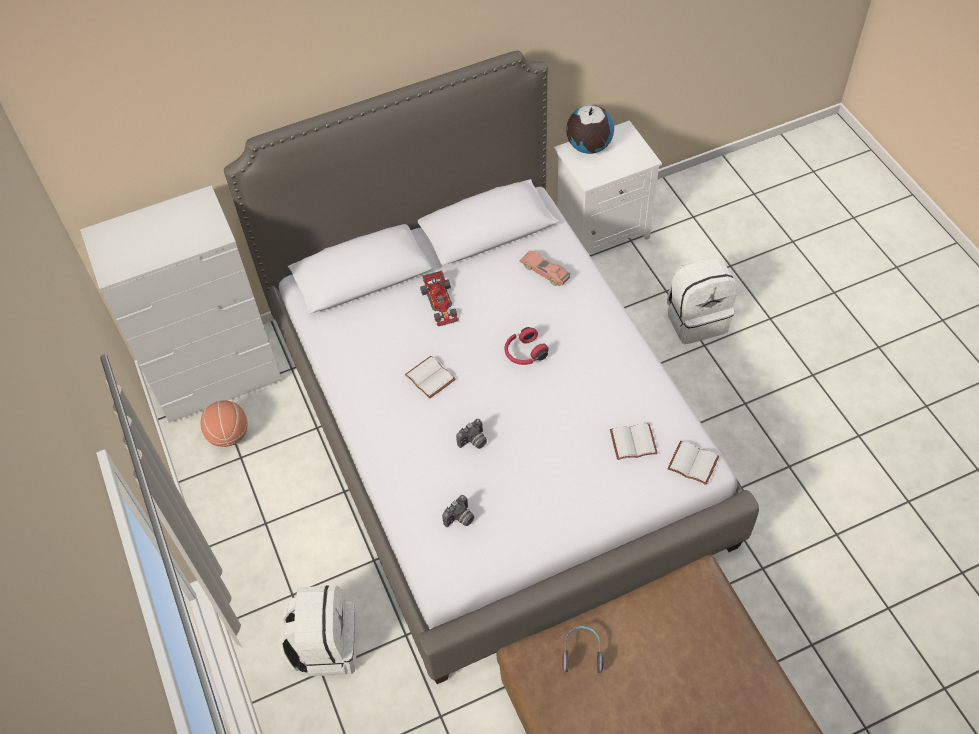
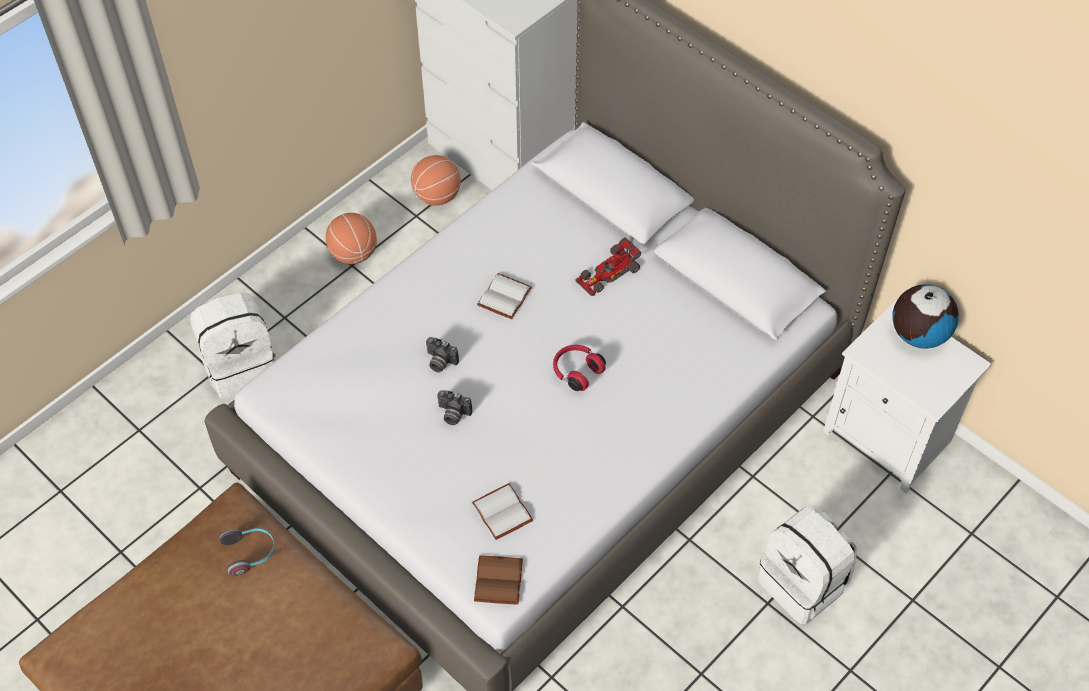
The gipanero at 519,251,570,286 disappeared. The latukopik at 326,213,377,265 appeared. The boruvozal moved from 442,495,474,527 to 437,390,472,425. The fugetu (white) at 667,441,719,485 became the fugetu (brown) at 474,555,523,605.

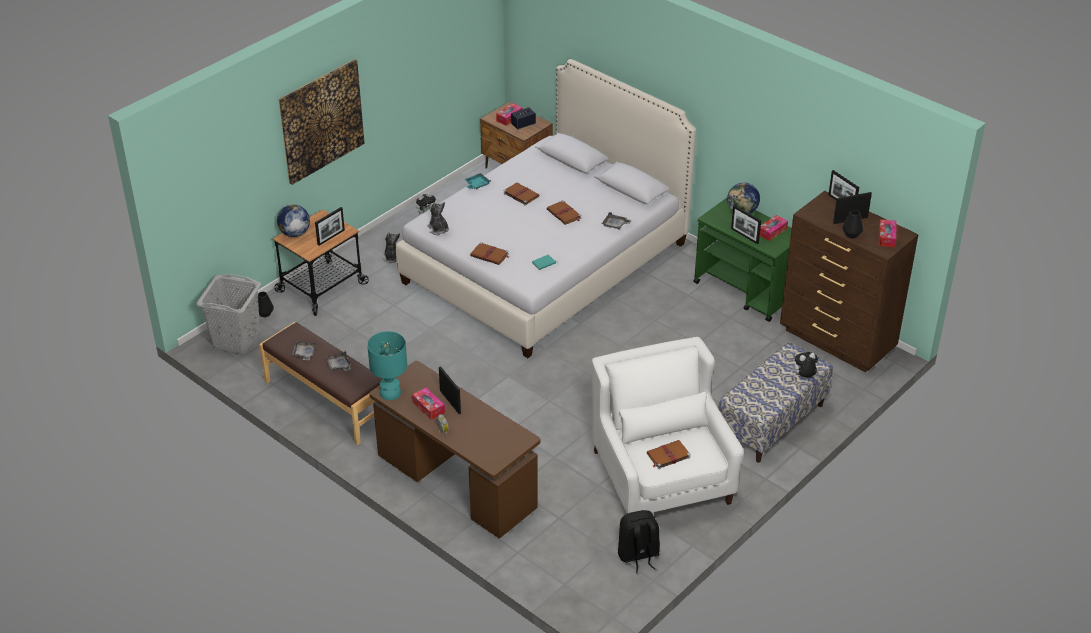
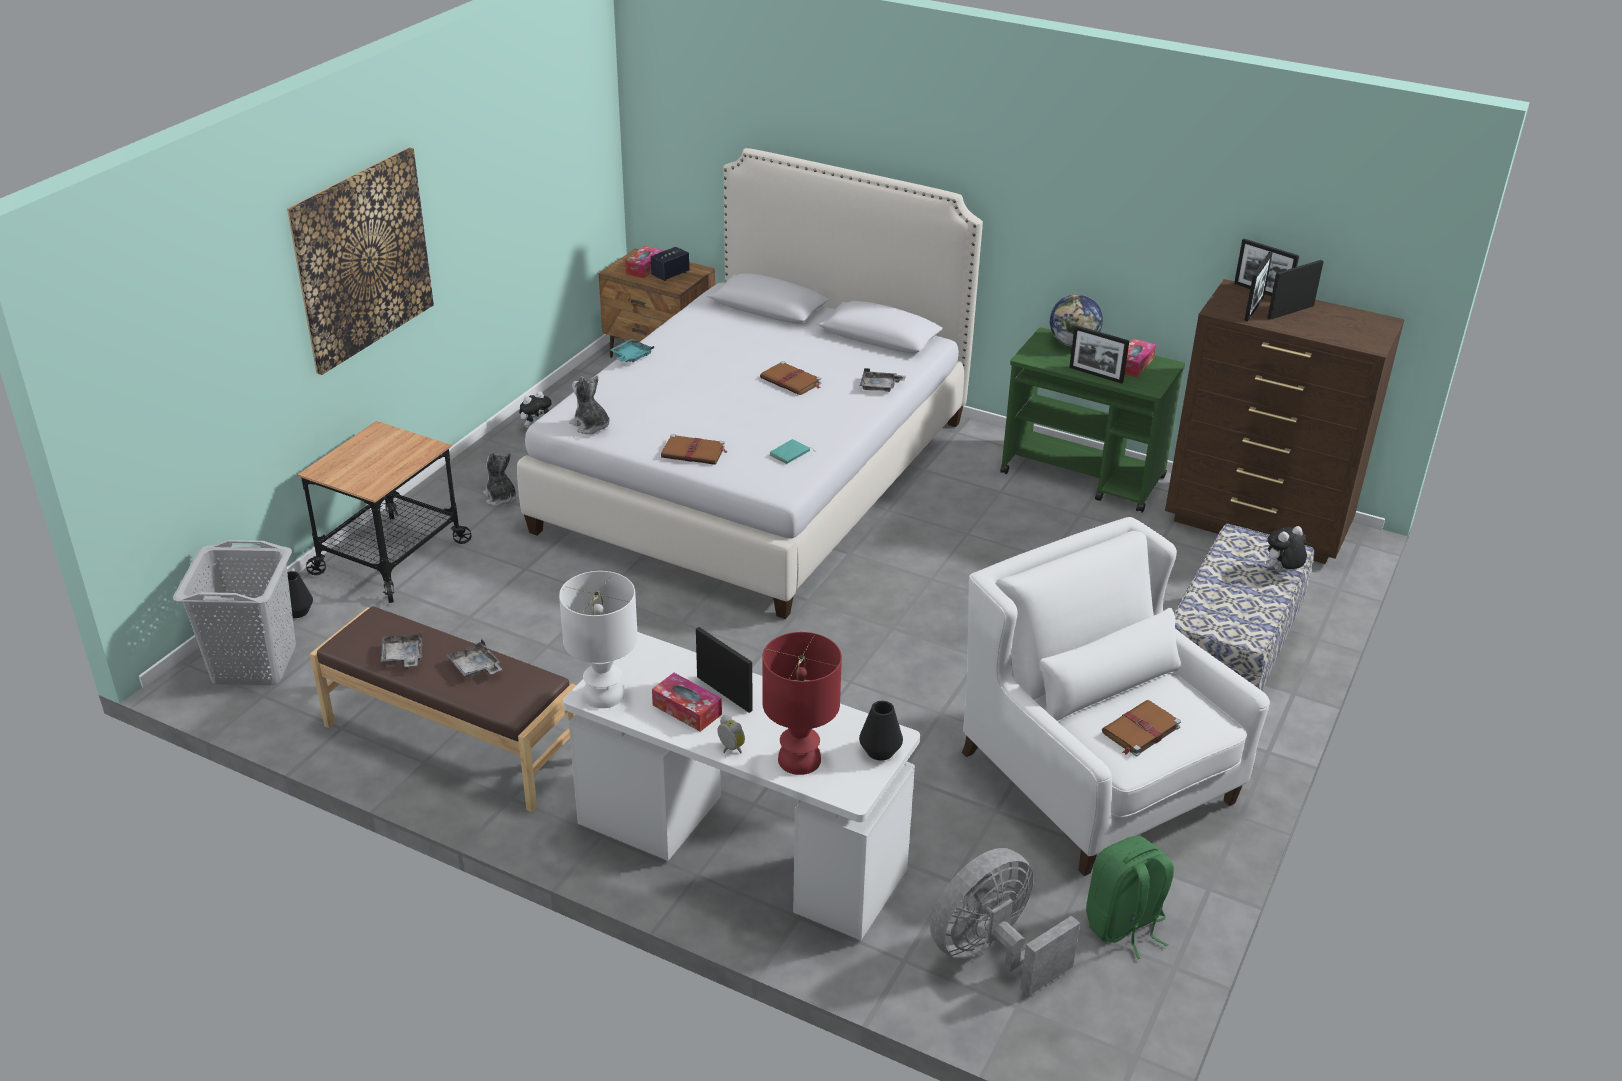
The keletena at 277,204,310,237 disappeared. The fugetu (brown) at 503,183,540,206 disappeared. The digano at 878,219,896,247 disappeared. The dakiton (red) at 762,632,842,775 appeared. The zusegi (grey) at 930,848,1080,996 appeared. The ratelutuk moved from 315,207,345,246 to 1244,252,1272,321. The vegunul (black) moved from 842,210,863,238 to 859,701,903,760. The dakiton (turquoise) at 367,331,407,400 became the dakiton (white) at 559,571,638,708. The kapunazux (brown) at 369,361,540,539 became the kapunazux (white) at 563,632,920,940. The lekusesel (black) at 618,510,660,573 became the lekusesel (green) at 1086,836,1174,959.

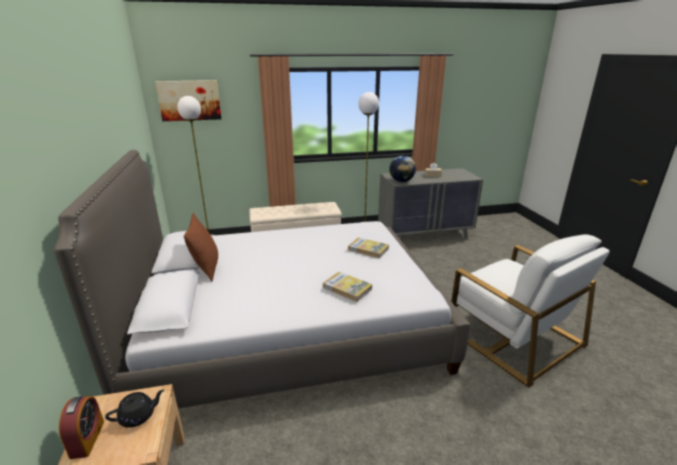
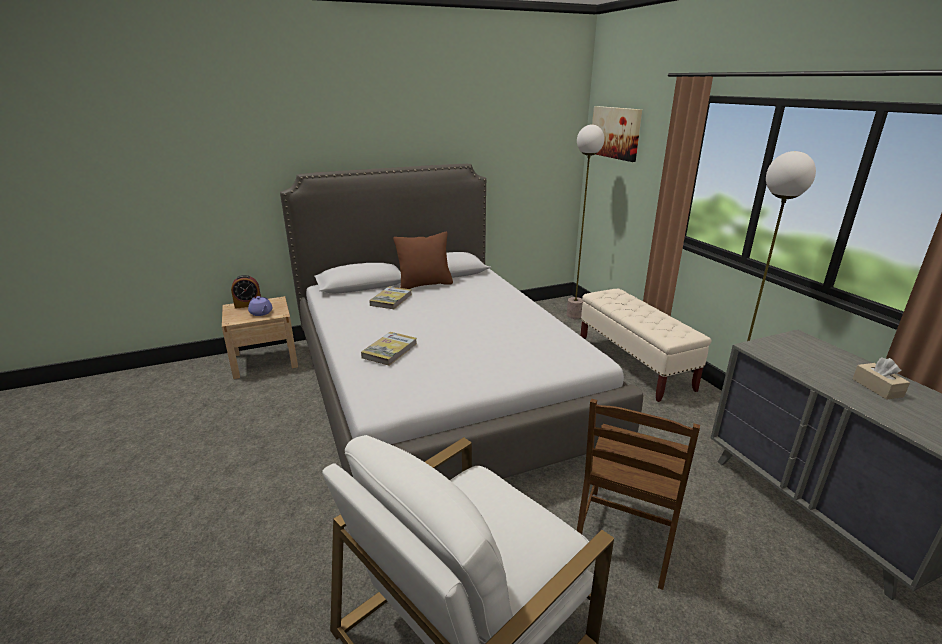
The keletena at 389,156,416,182 disappeared. The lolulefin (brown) at 577,399,700,590 appeared. The fugetu moved from 348,237,389,258 to 369,287,412,309. The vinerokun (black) at 105,390,164,428 became the vinerokun (purple) at 248,296,272,316.

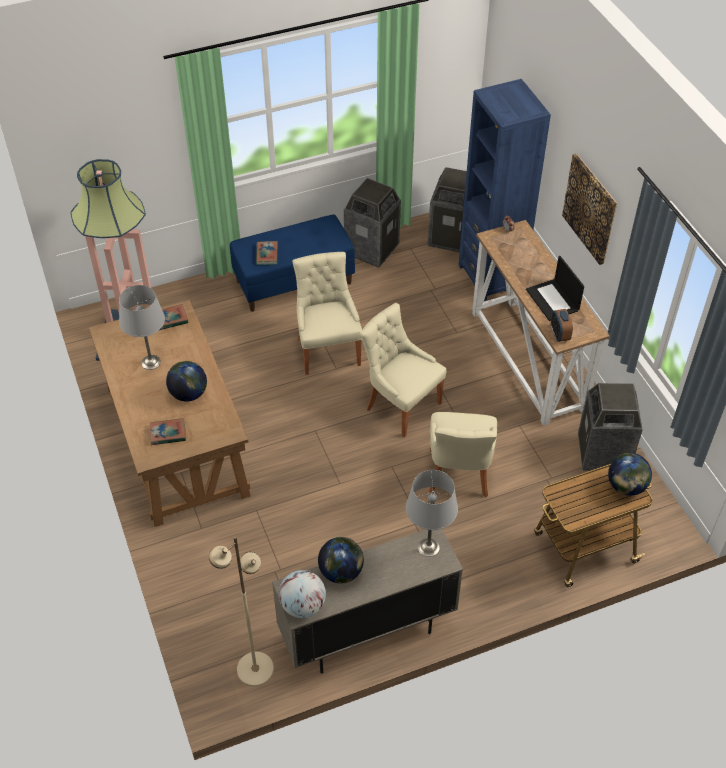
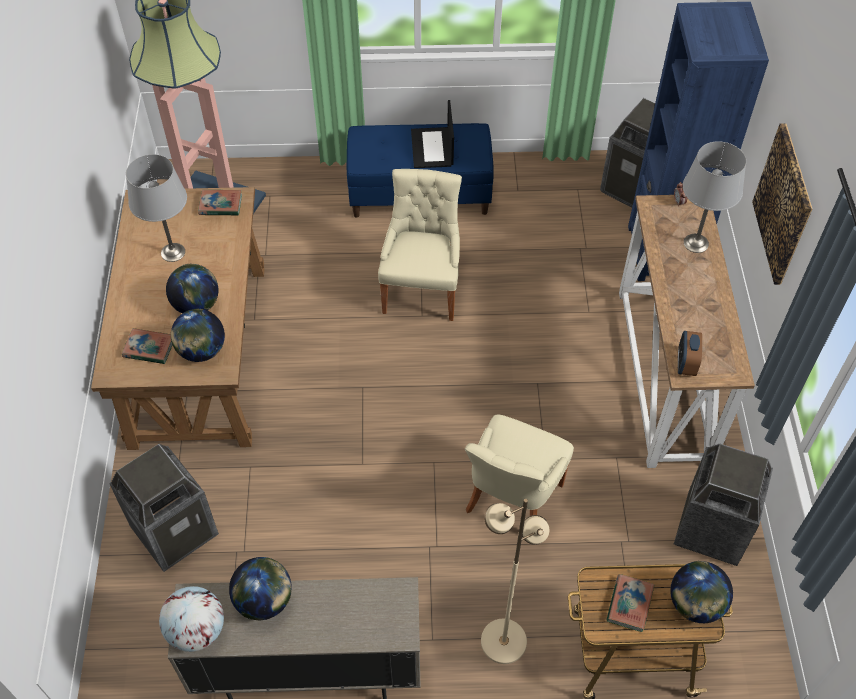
The lolulefin (beige) at 360,303,447,437 disappeared. The keletena at 171,309,225,362 appeared. The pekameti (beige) moved from 209,536,274,687 to 481,499,549,664. The fugetu moved from 256,241,278,265 to 606,574,654,632. The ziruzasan moved from 344,178,401,268 to 109,444,219,572. The dakiton (grey) moved from 406,470,458,557 to 683,141,746,253. The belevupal moved from 526,256,584,321 to 411,100,454,168.

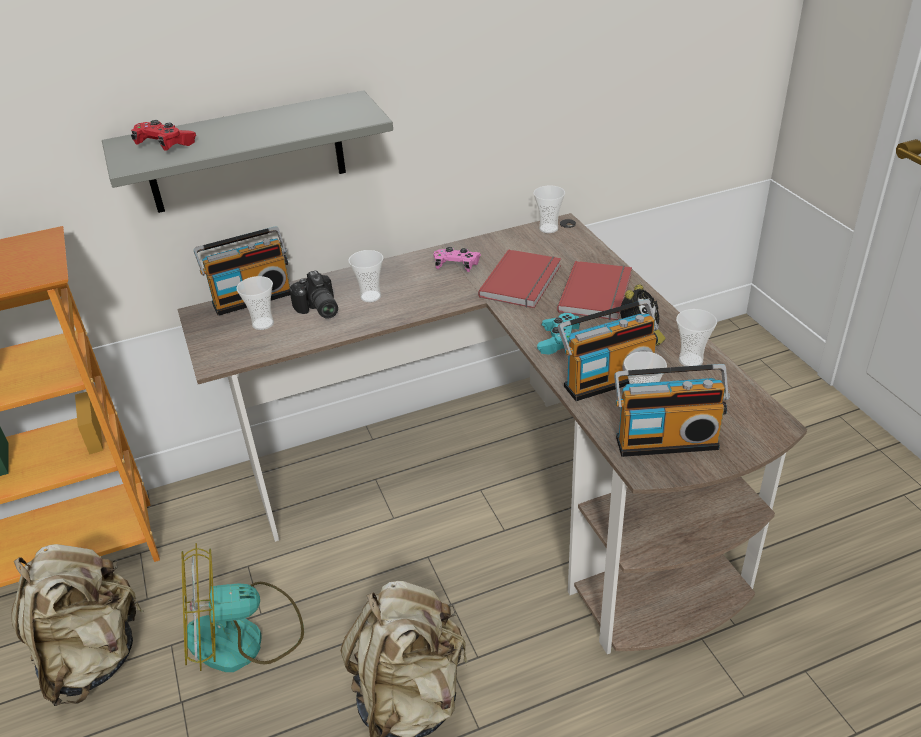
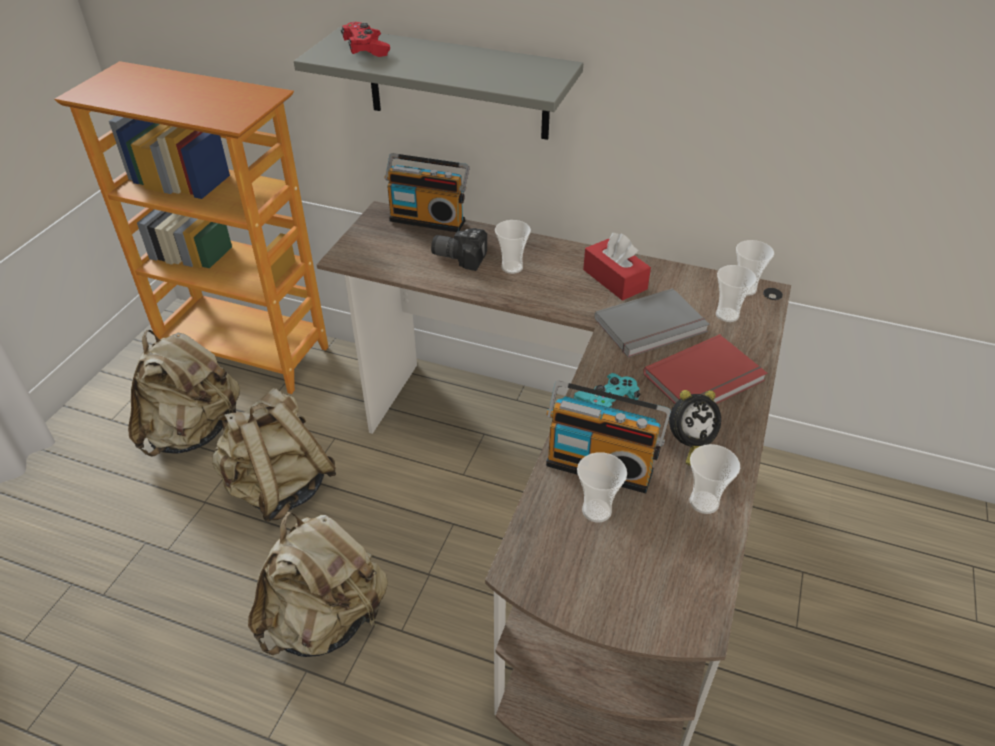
The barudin at 614,364,730,457 disappeared. The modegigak moved from 236,276,274,330 to 716,265,757,322. The zusegi at 182,543,304,672 was replaced by the lekusesel (beige) at 212,388,336,522. The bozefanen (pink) at 433,247,481,272 was replaced by the digano (red) at 583,233,651,301. The fugetu (red) at 478,249,561,308 became the fugetu (grey) at 595,288,709,358. The boruvozal at 289,270,338,319 turned 90 degrees clockwise.

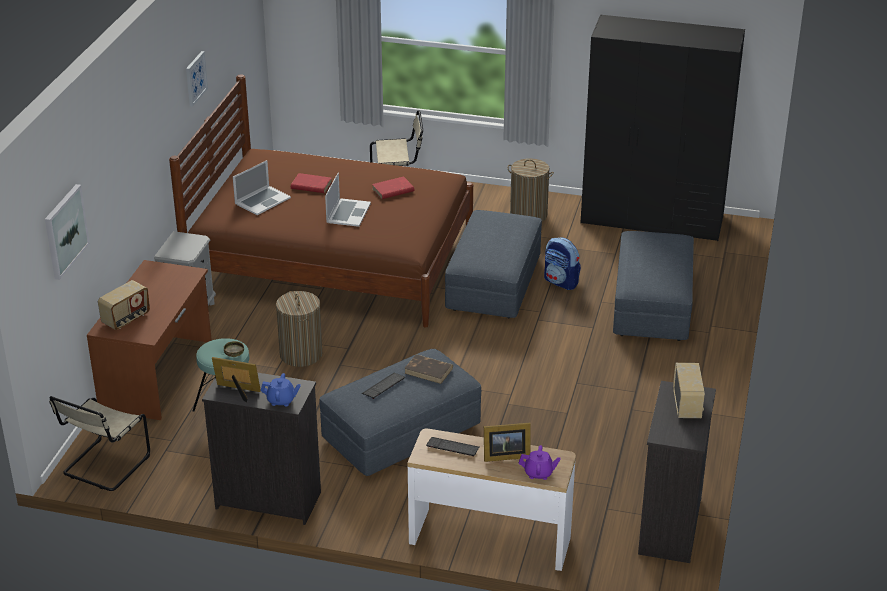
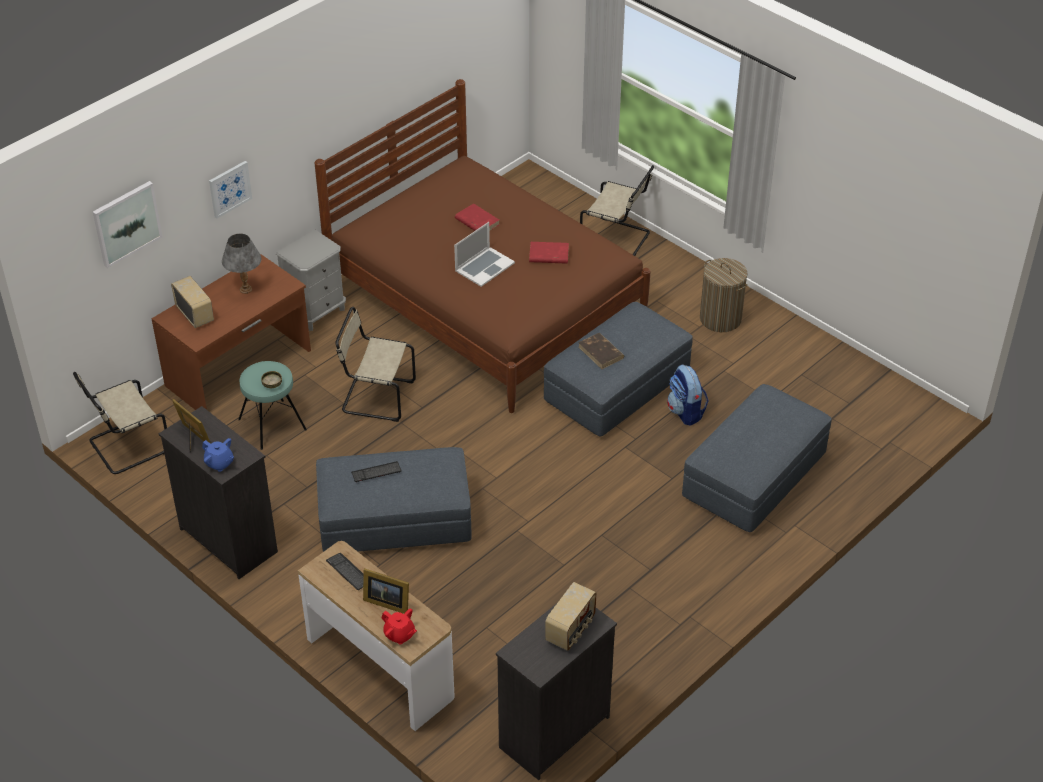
The belevupal at 233,160,291,215 disappeared. The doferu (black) at 580,14,745,241 disappeared. The dakiton (grey) at 222,234,262,294 appeared. The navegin moved from 186,51,208,107 to 209,161,252,219. The fugetu (brown) moved from 404,354,453,384 to 578,333,624,369. The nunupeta at 276,291,322,367 was replaced by the lolulefin (beige) at 336,307,416,422. The vinerokun (purple) at 519,445,561,480 became the vinerokun (red) at 382,609,417,645. The barudin at 98,280,150,330 turned 105 degrees counterclockwise.

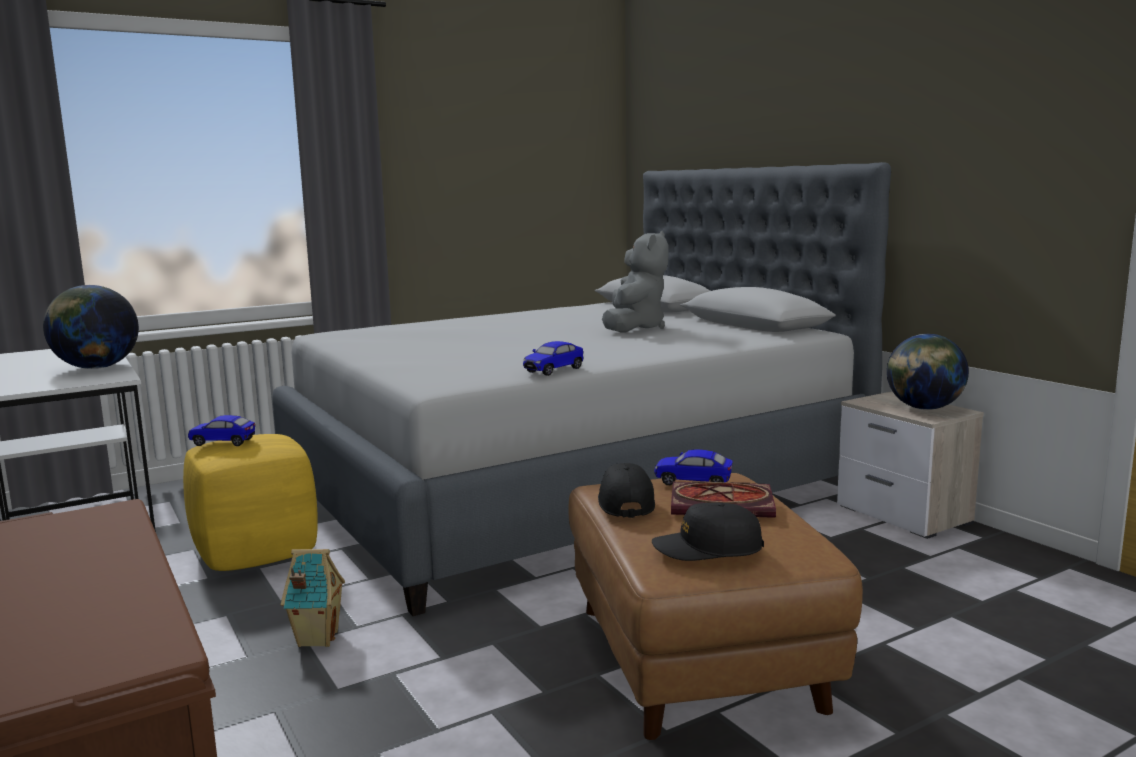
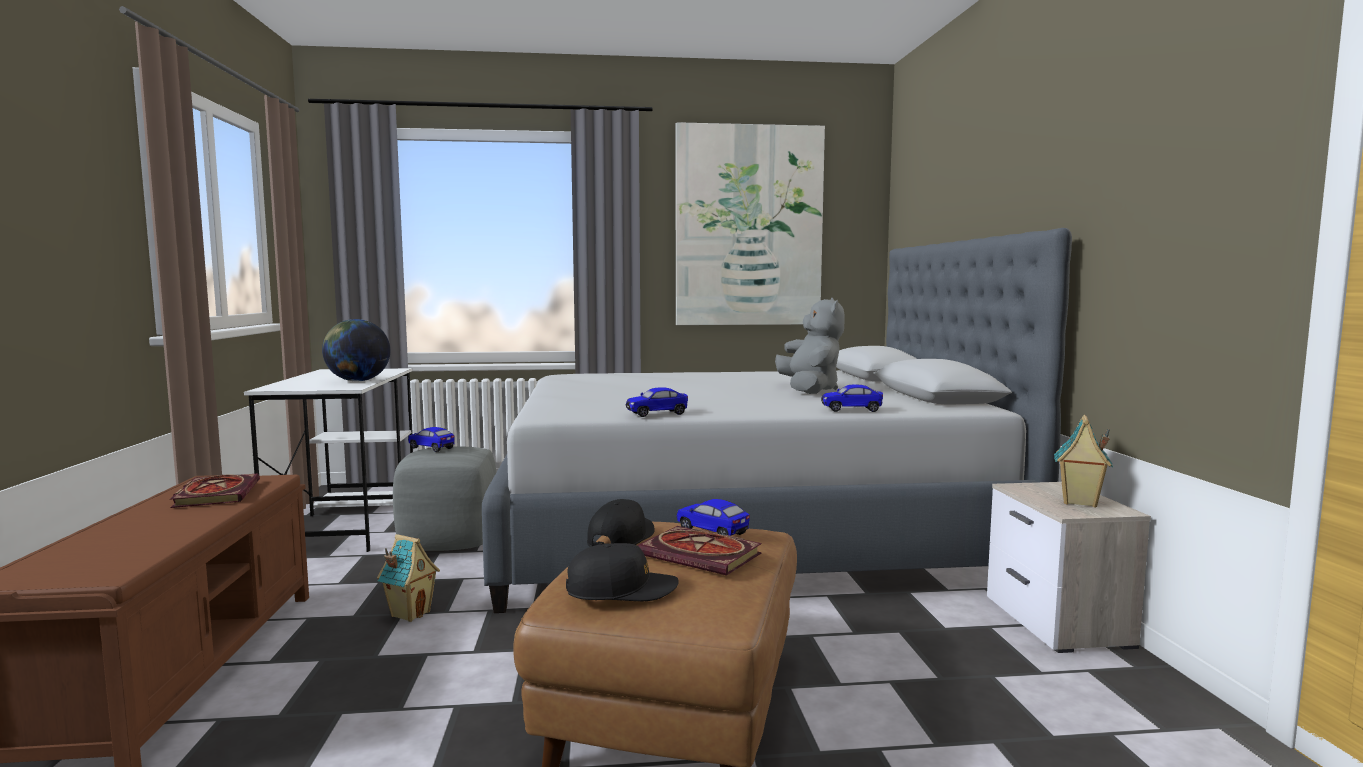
The fugetu at 170,474,260,508 appeared. The navegin at 676,122,825,325 appeared. The gipanero at 821,384,883,412 appeared. The keletena at 887,334,969,410 was replaced by the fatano at 1054,415,1113,507. The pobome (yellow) at 183,434,318,571 became the pobome (grey) at 393,446,496,551. The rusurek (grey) at 602,231,669,332 turned 45 degrees counterclockwise. The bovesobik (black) at 652,503,764,561 turned 150 degrees clockwise.

